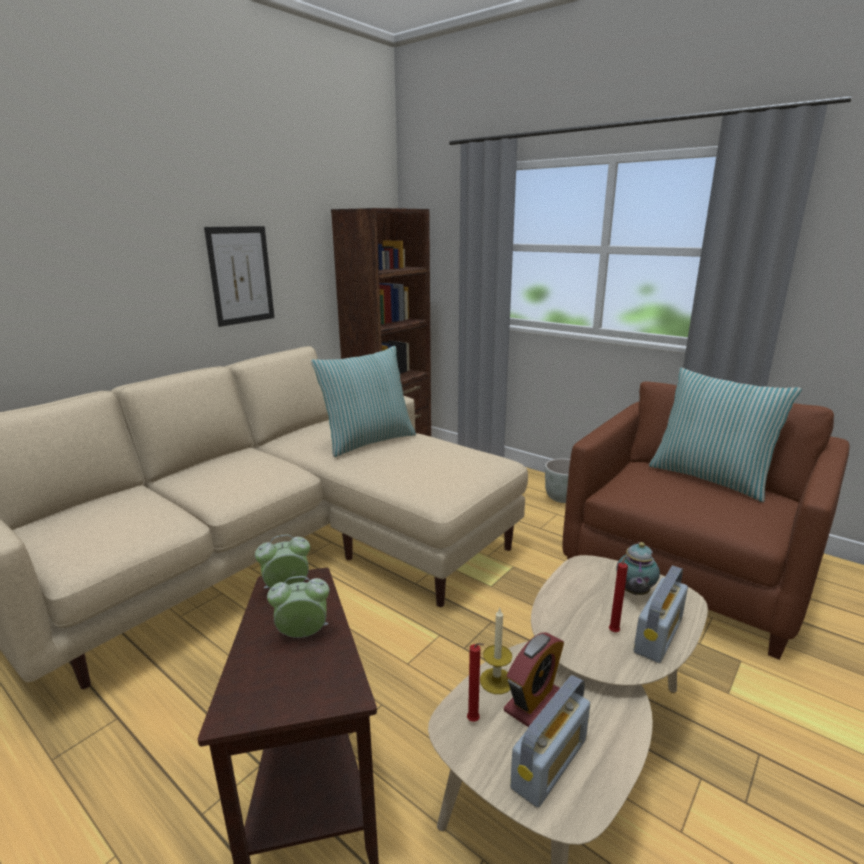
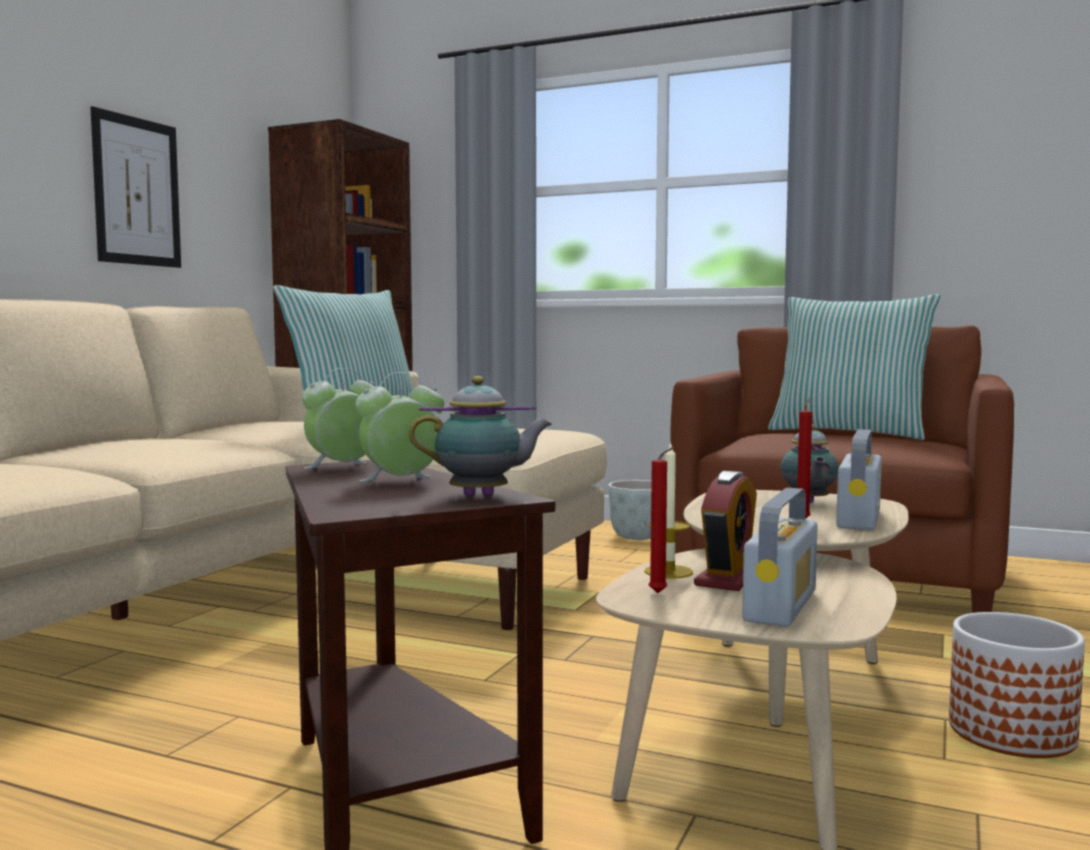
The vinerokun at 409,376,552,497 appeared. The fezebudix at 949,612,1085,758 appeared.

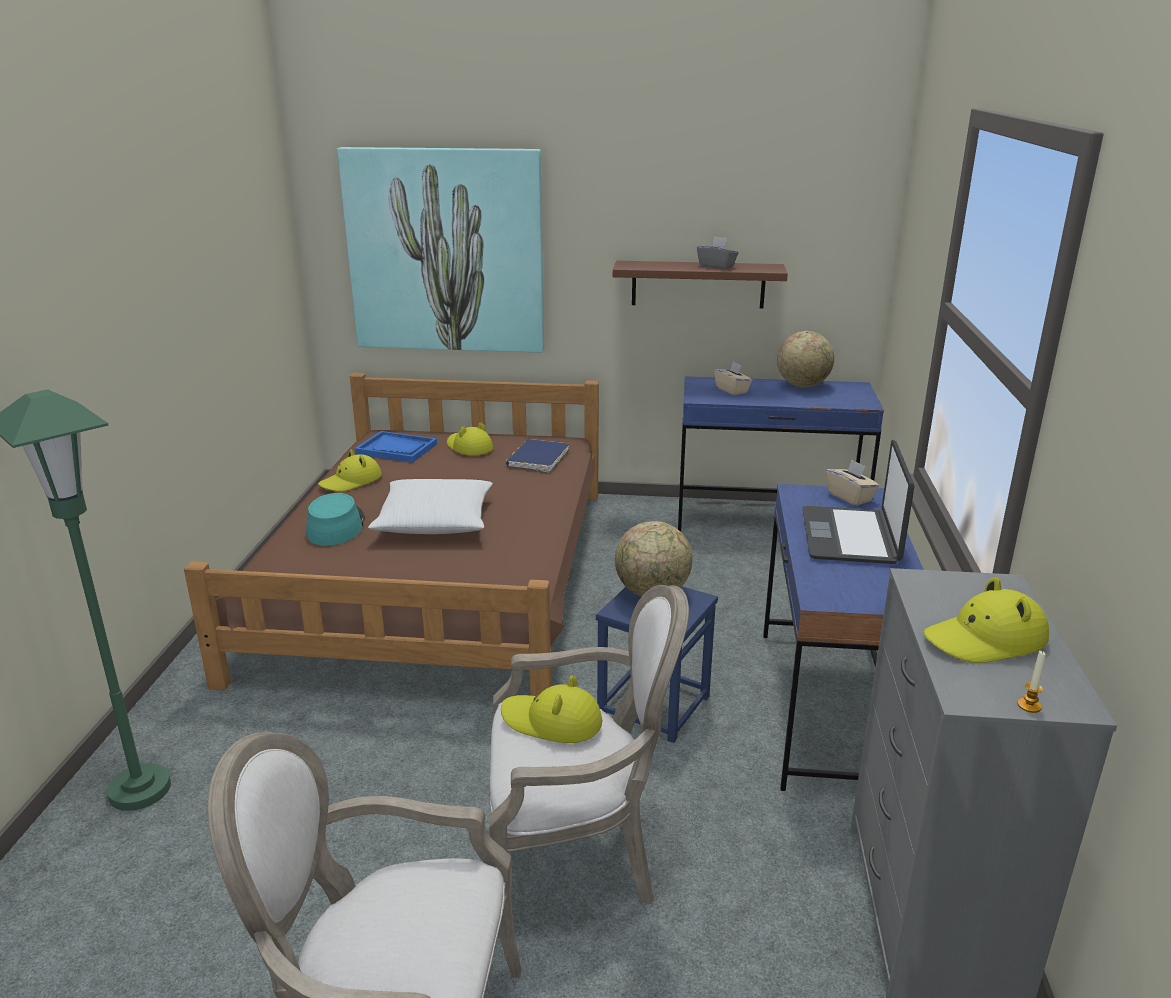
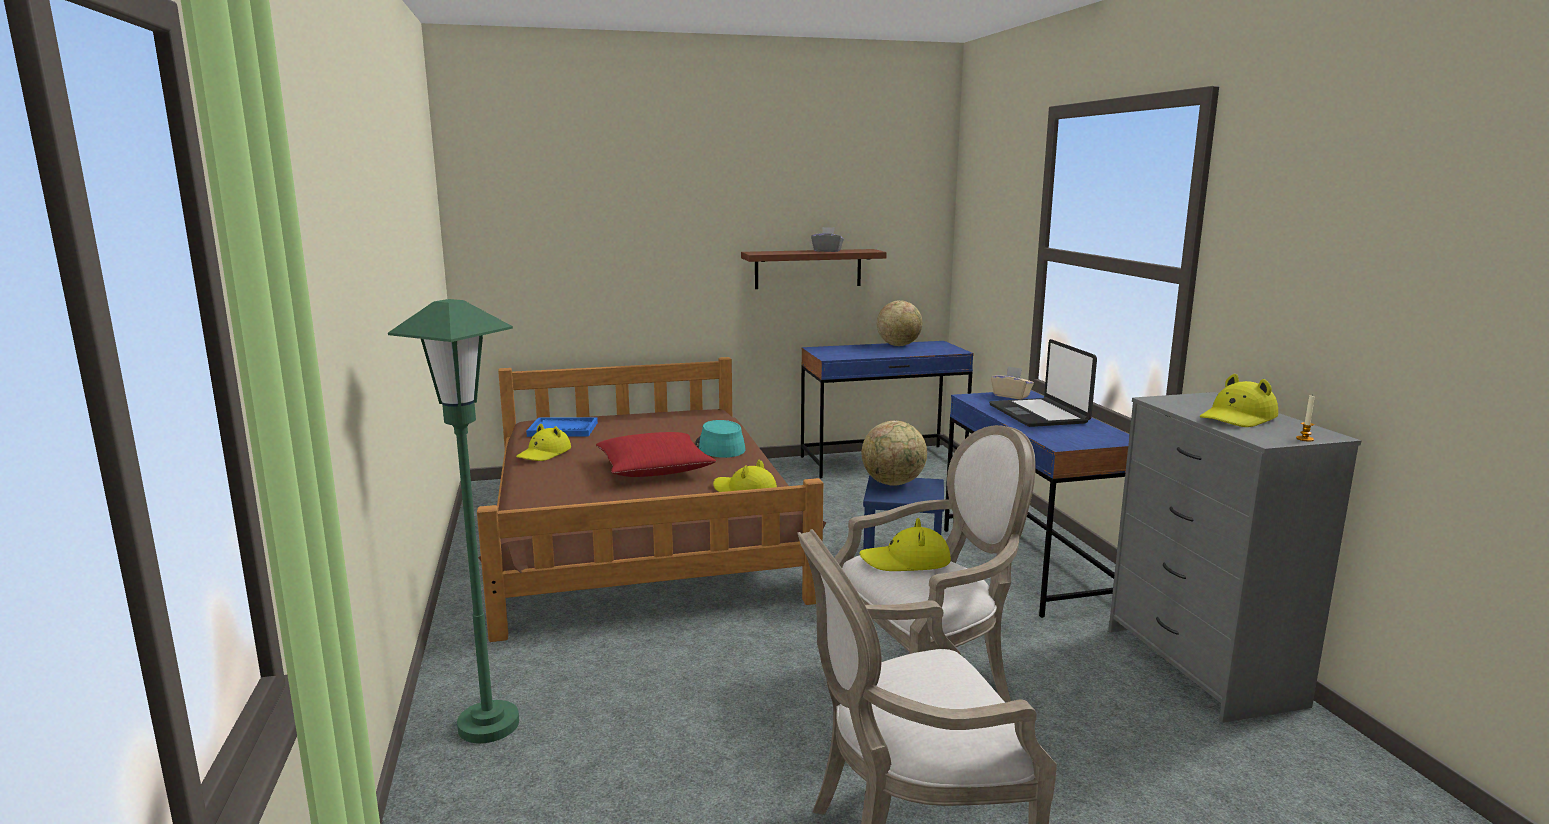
The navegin at 337,147,544,353 disappeared. The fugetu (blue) at 506,439,569,473 disappeared. The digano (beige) at 714,362,752,395 disappeared. The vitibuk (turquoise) moved from 306,493,365,546 to 695,420,746,458. The vitibuk (yellow) moved from 447,422,493,456 to 713,460,777,492. The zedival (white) at 368,479,493,534 became the zedival (red) at 596,432,716,477.

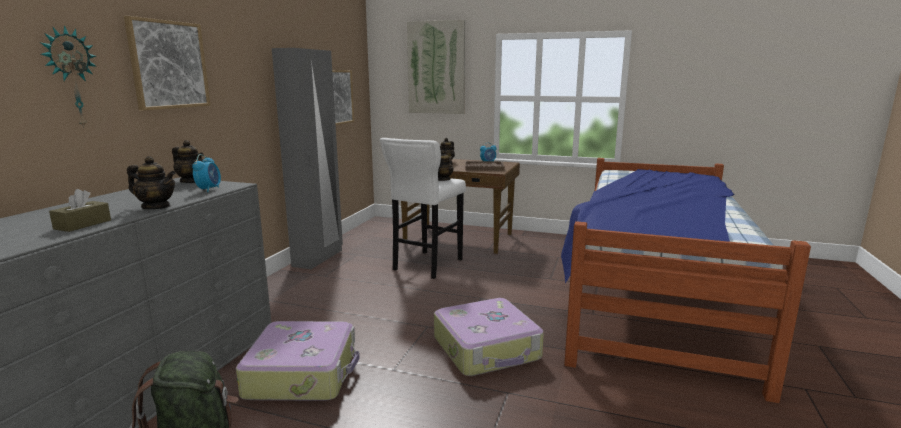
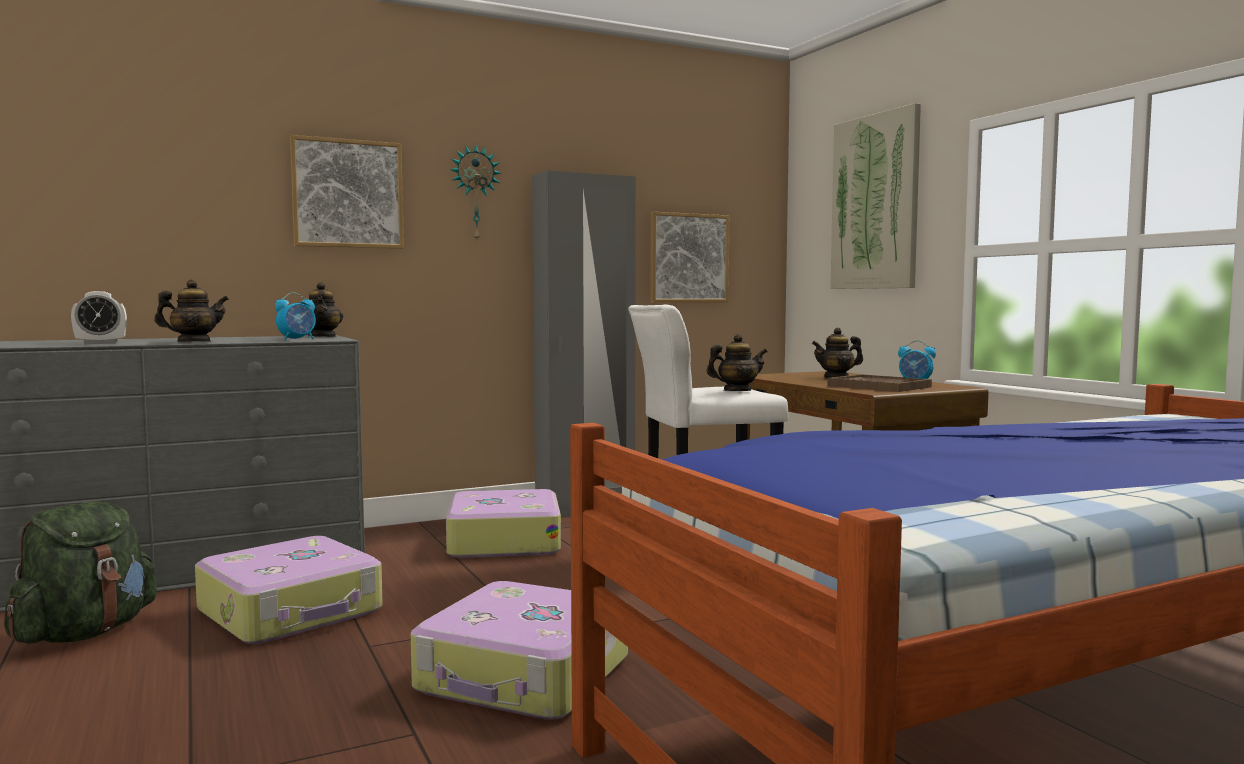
The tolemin at 446,489,561,558 appeared. The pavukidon moved from 40,25,97,128 to 449,144,501,240. The digano (brown) at 49,189,111,232 was replaced by the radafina at 71,291,127,344. The vinerokun at 127,156,176,209 turned 75 degrees counterclockwise.

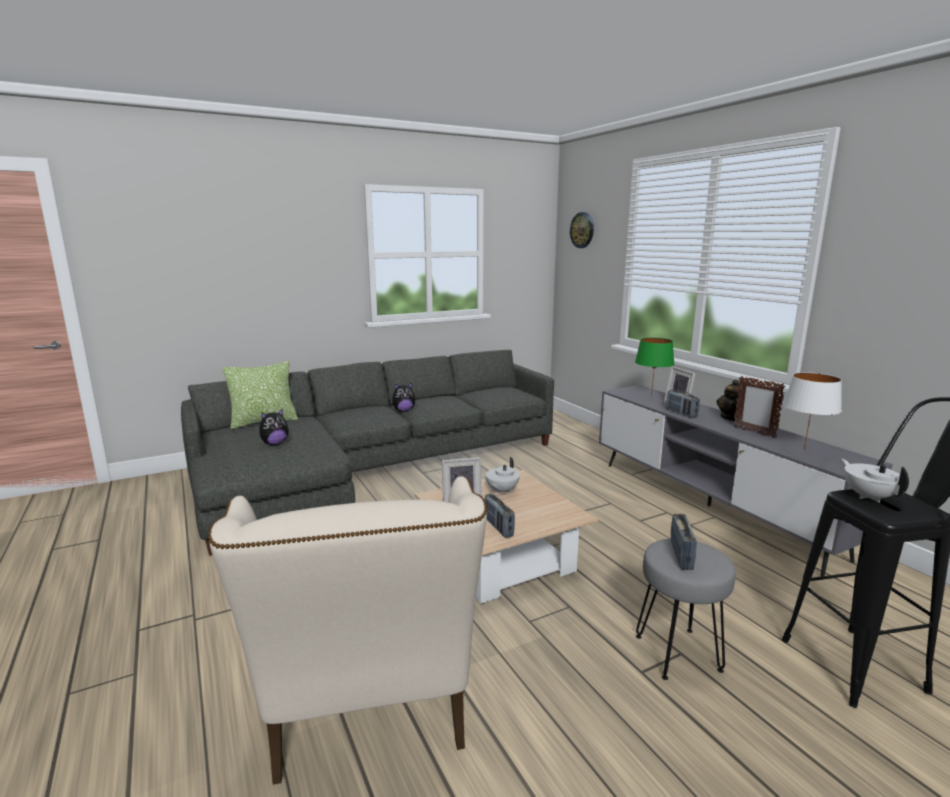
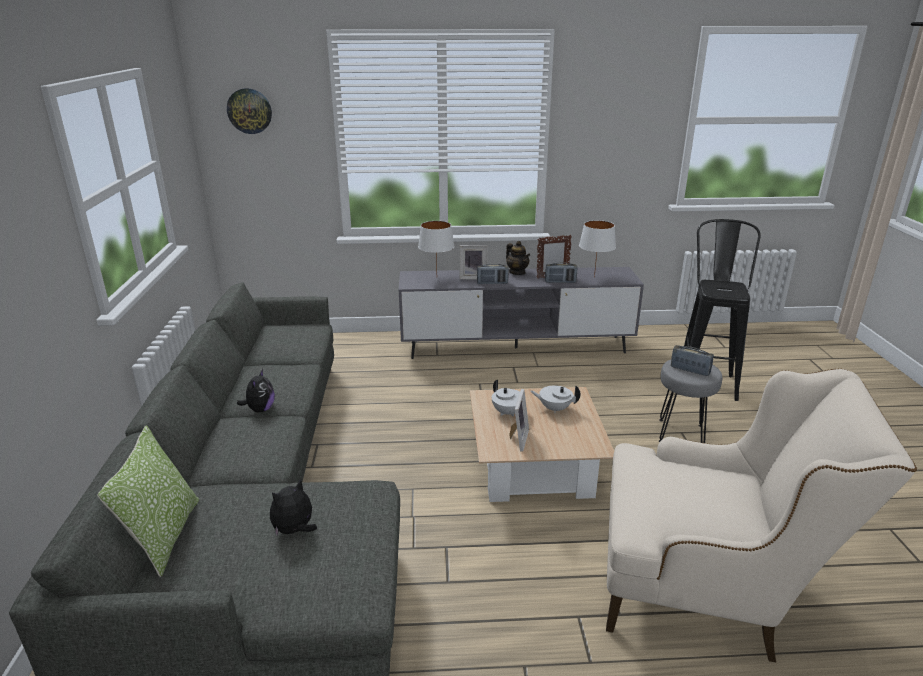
The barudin moved from 485,494,515,538 to 545,262,578,283. The vinerokun (white) moved from 842,459,909,503 to 530,385,580,413. The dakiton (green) at 635,338,674,396 became the dakiton (white) at 418,221,455,268. The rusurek at 259,409,289,445 turned 120 degrees counterclockwise.

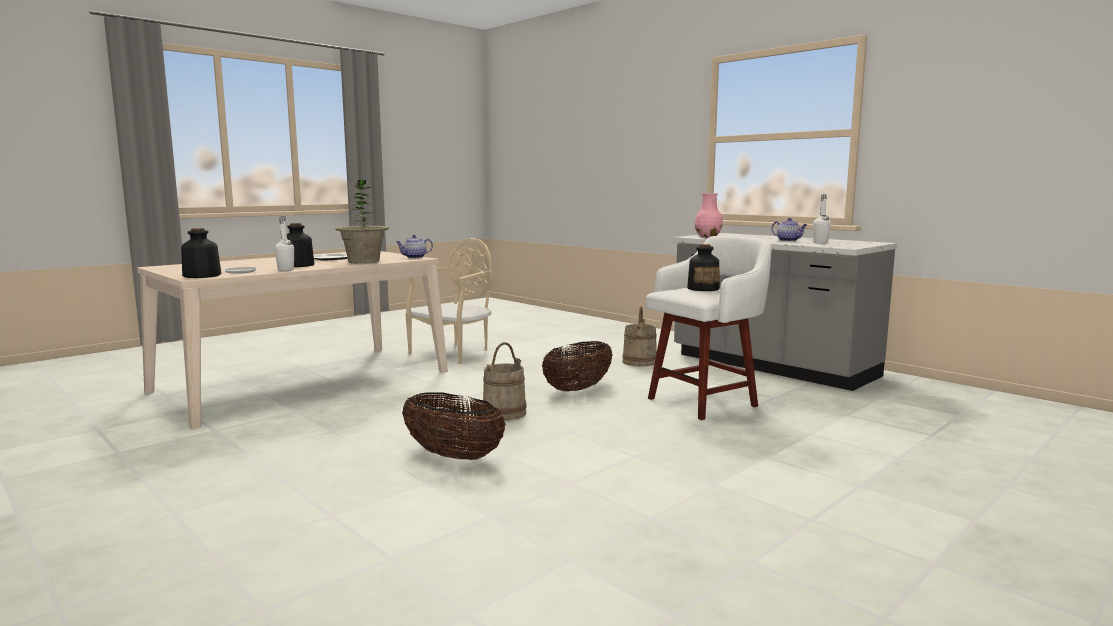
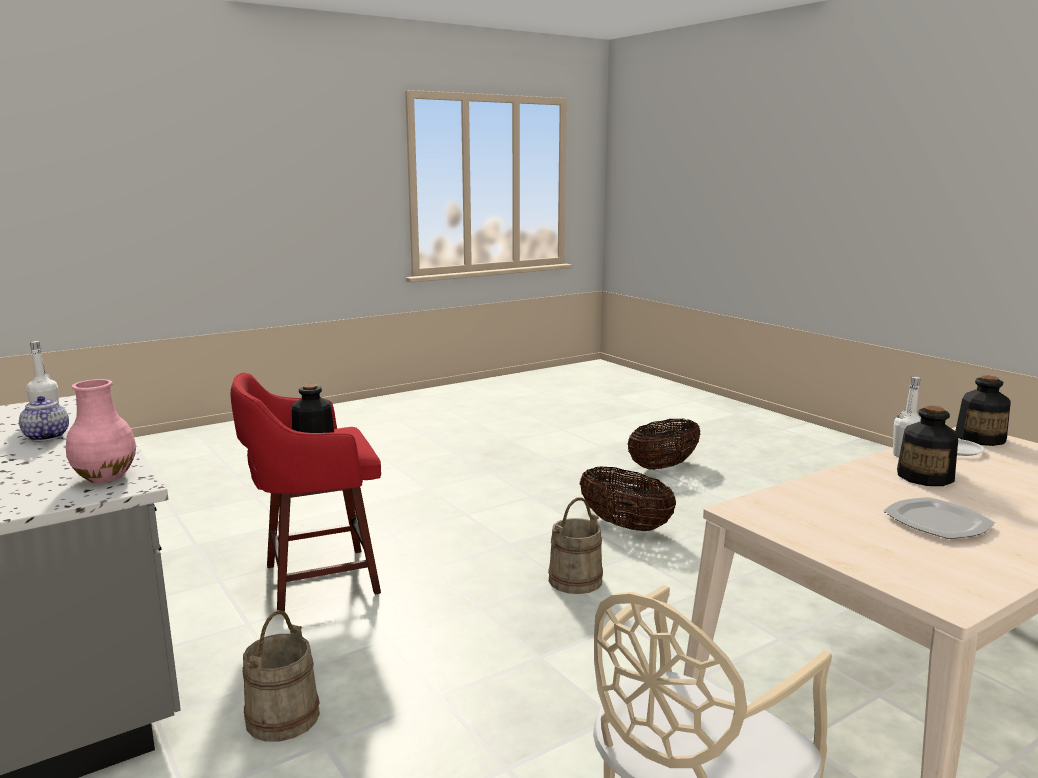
The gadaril at 335,180,389,264 disappeared. The vinerokun at 396,235,433,258 disappeared. The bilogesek moved from 542,341,613,391 to 627,419,700,470. The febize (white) at 646,235,772,420 became the febize (red) at 231,373,381,611.

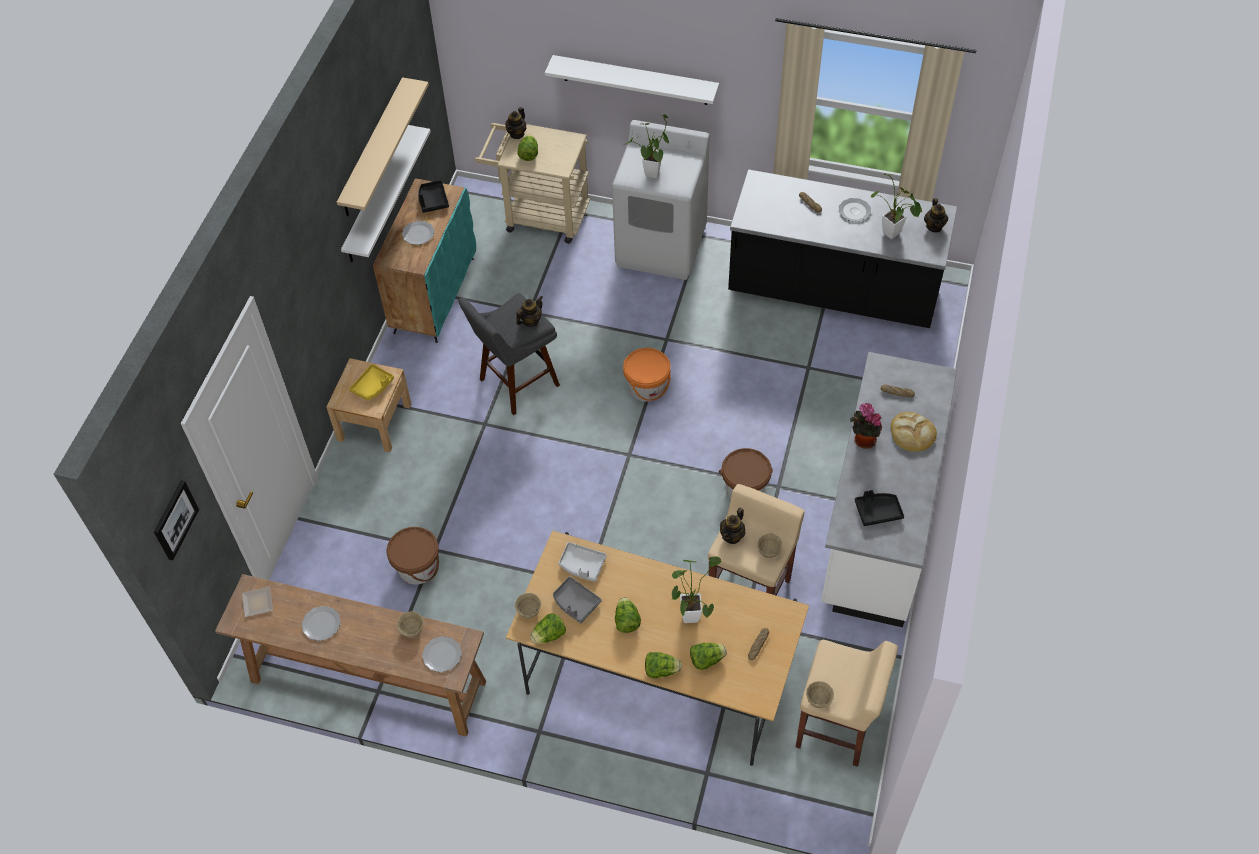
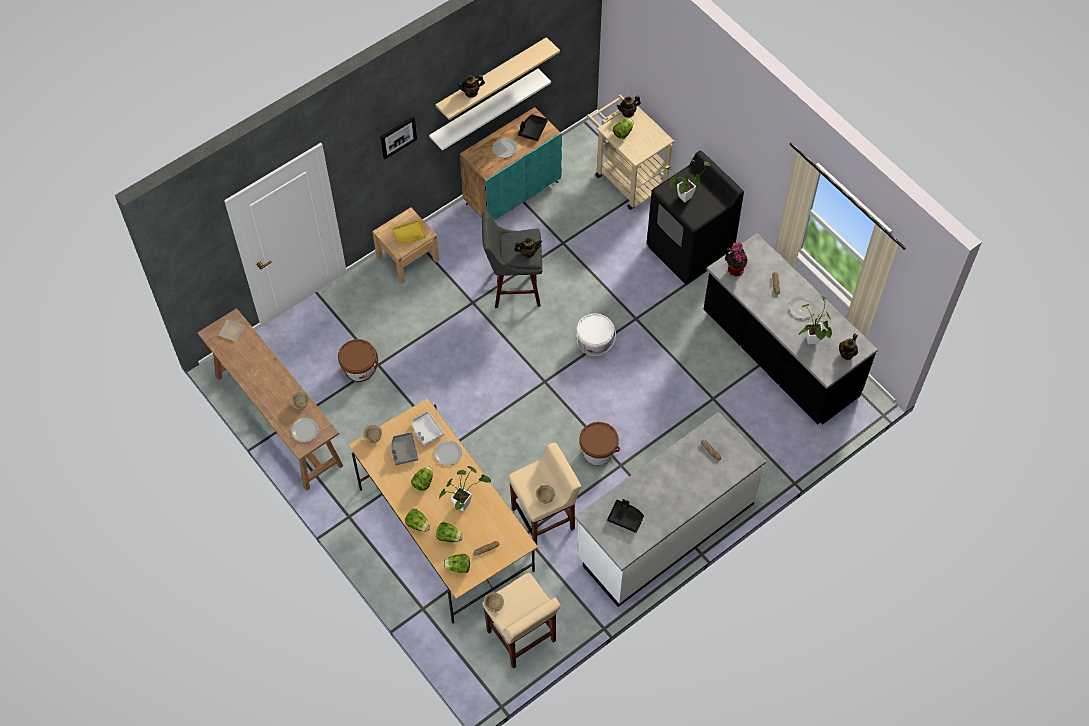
The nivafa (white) at 545,55,719,105 disappeared. The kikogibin at 891,412,937,452 disappeared. The navegin moved from 154,480,199,560 to 380,117,417,159. The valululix moved from 302,606,341,641 to 434,440,462,466. The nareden moved from 530,613,566,644 to 443,554,470,573. The vinerokun moved from 720,508,746,544 to 457,75,485,98. The gadaril moved from 850,403,882,449 to 725,242,748,276. The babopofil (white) at 612,120,710,280 became the babopofil (black) at 647,151,744,285. The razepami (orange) at 623,348,671,402 became the razepami (white) at 576,314,616,356.

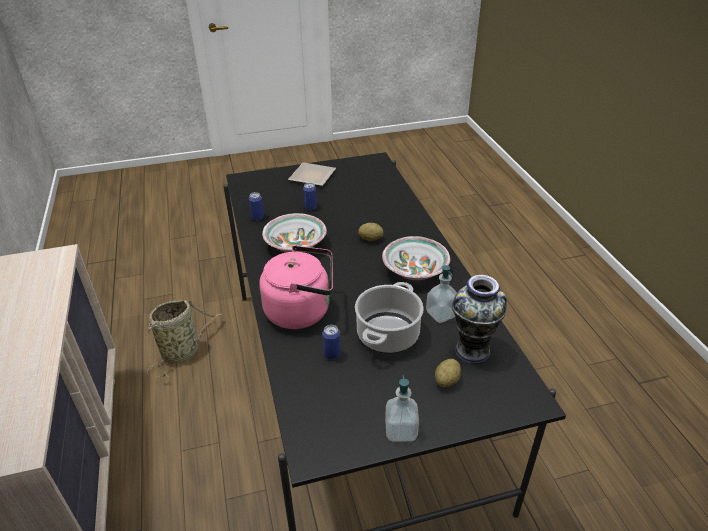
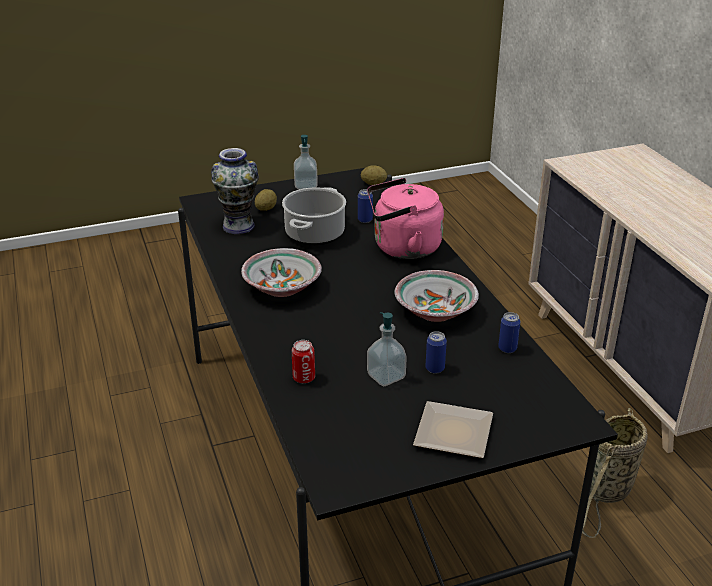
The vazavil at 292,340,315,383 appeared. The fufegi moved from 358,223,384,241 to 361,166,387,185. The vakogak moved from 426,265,457,323 to 367,312,407,386.

